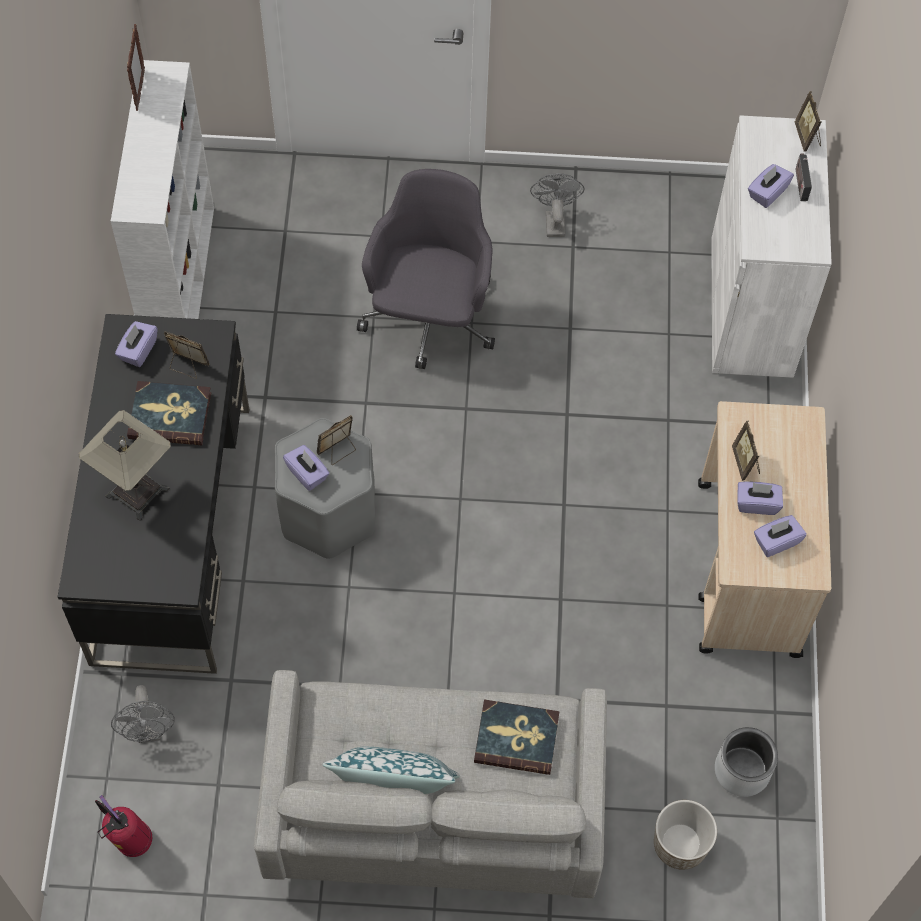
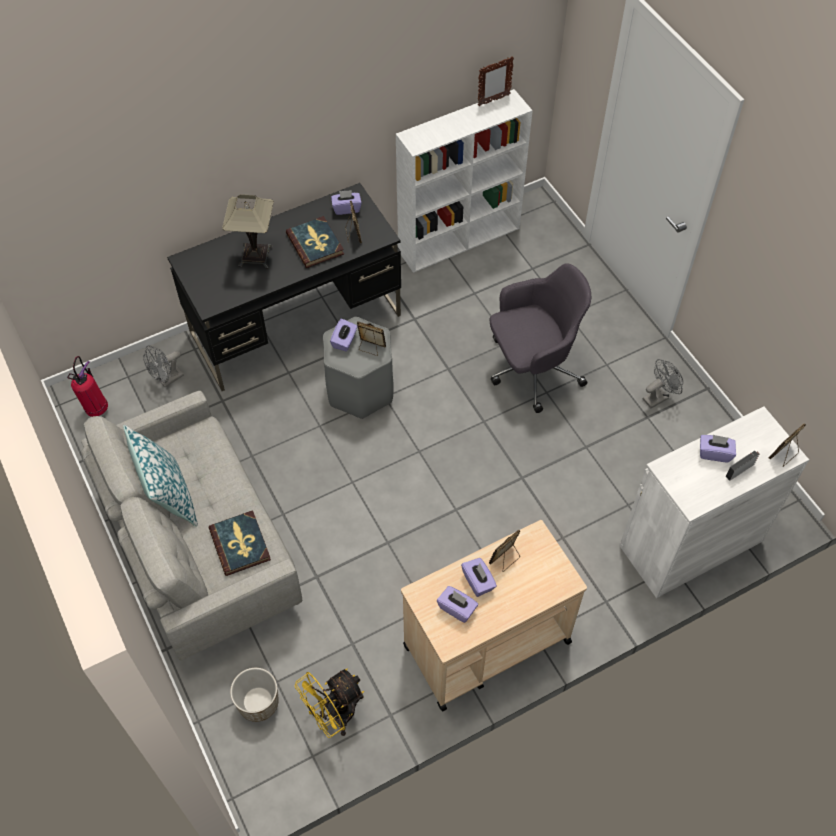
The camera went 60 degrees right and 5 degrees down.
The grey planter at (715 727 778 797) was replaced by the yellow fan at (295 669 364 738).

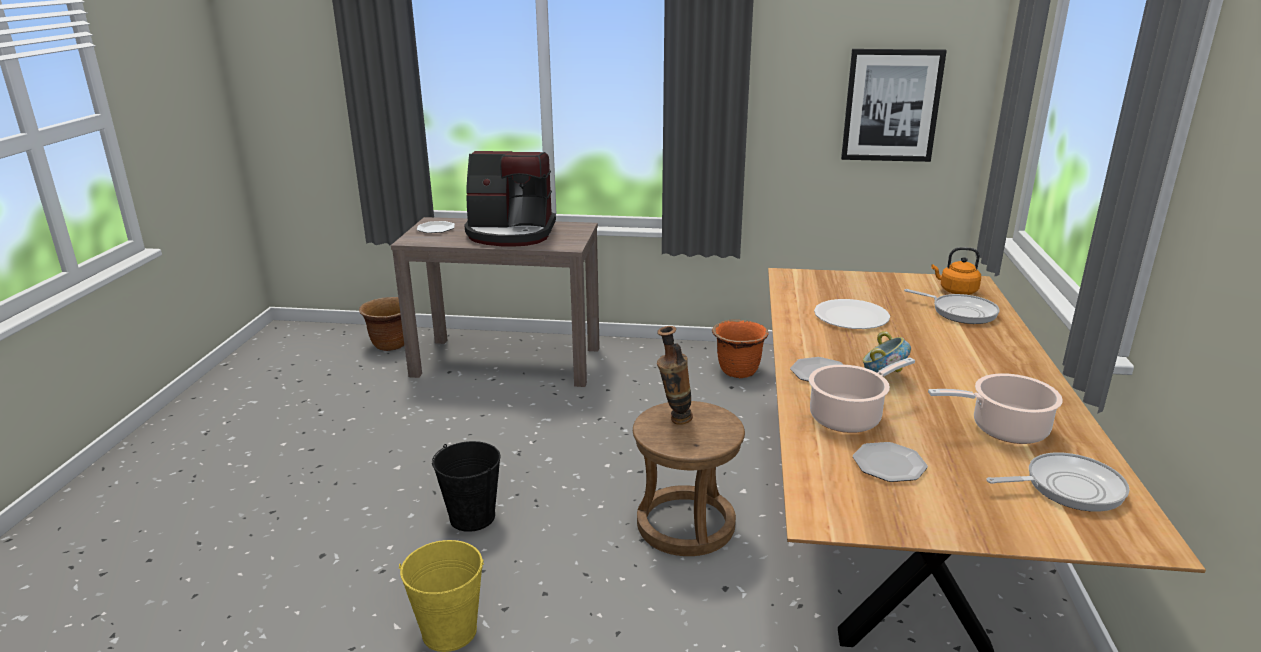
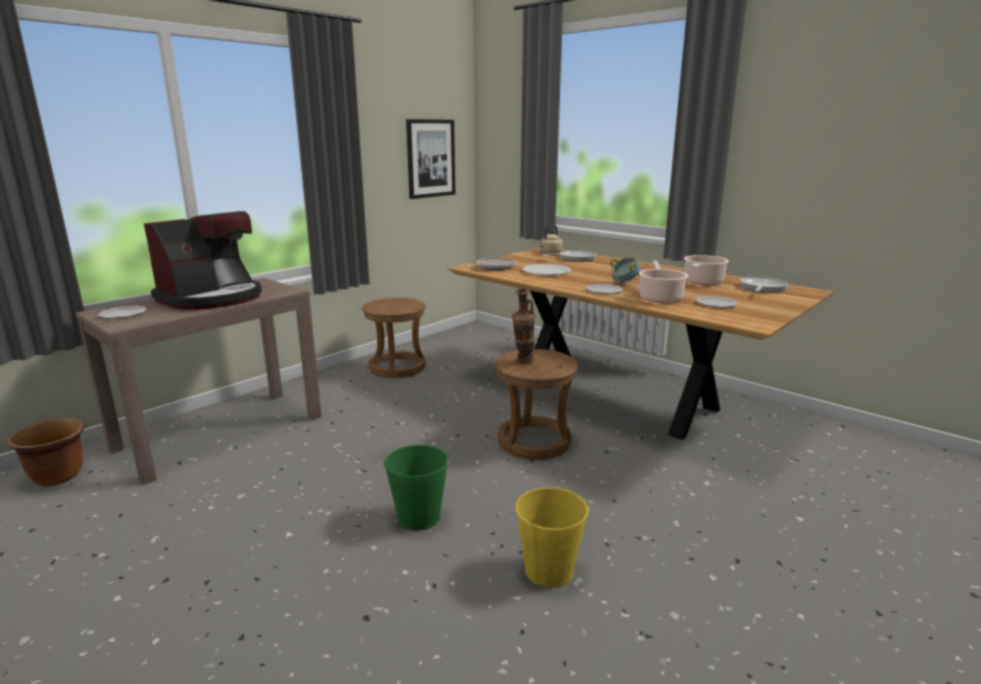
The camera went 55 degrees left and 5 degrees down.
The black bucket at (432 441 500 532) became the green bucket at (384 445 449 531).
The orange planter at (712 320 769 378) was replaced by the brown stool at (362 298 426 378).
The orange kettle at (931 247 981 295) became the beige kettle at (537 225 563 254).
The frying pan at (464 257 515 270) appeared.

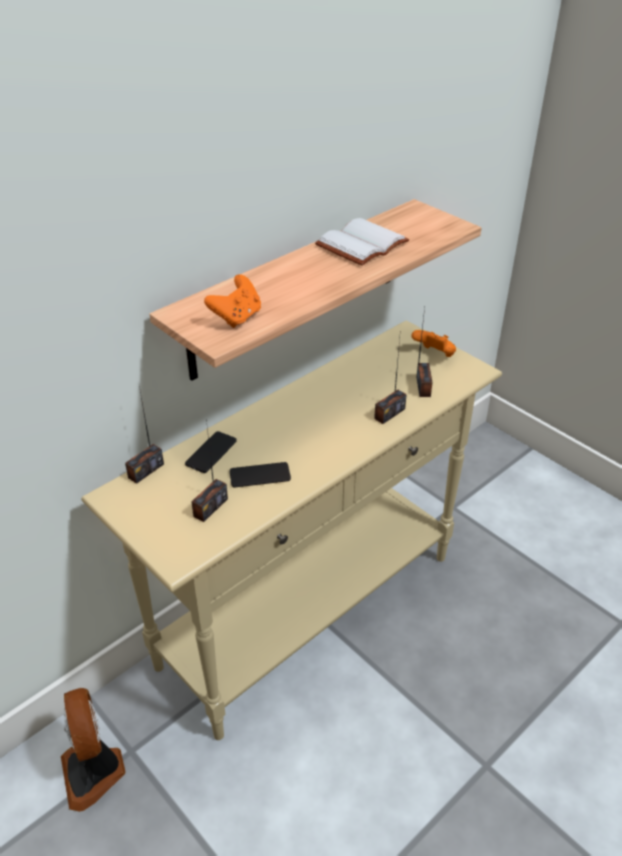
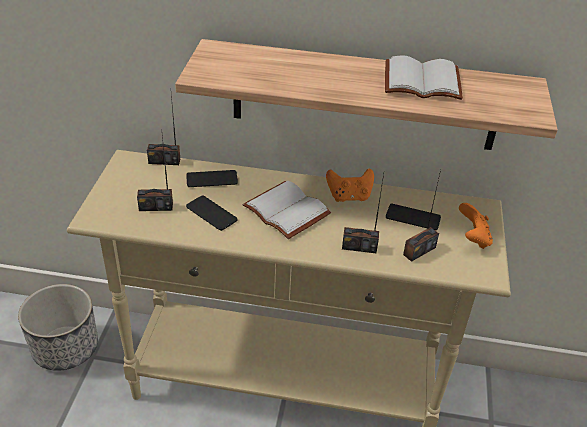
The camera went 50 degrees right and 0 degrees up.
The fan at (61 688 125 812) was replaced by the planter at (18 284 98 371).
The orange game controller moved from (204 274 261 328) to (326 168 374 202).
The white book at (243 181 331 239) appeared.
The phone at (386 204 441 230) appeared.

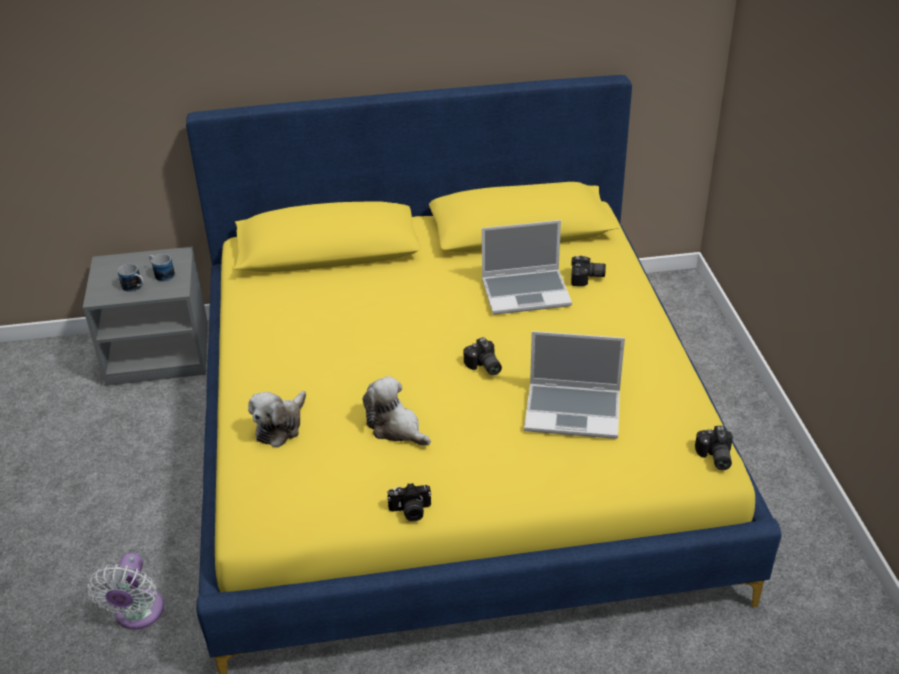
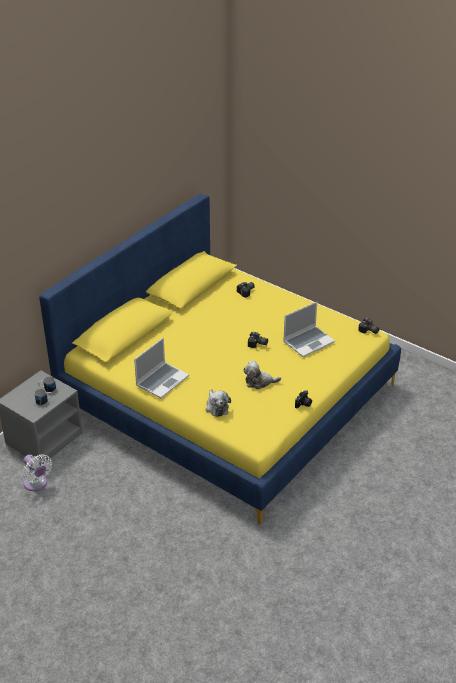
The camera went 45 degrees left and 0 degrees up.
The white fan moved from (87 553 164 629) to (23 454 52 491).
The laptop moved from (482 220 572 314) to (134 337 189 398).

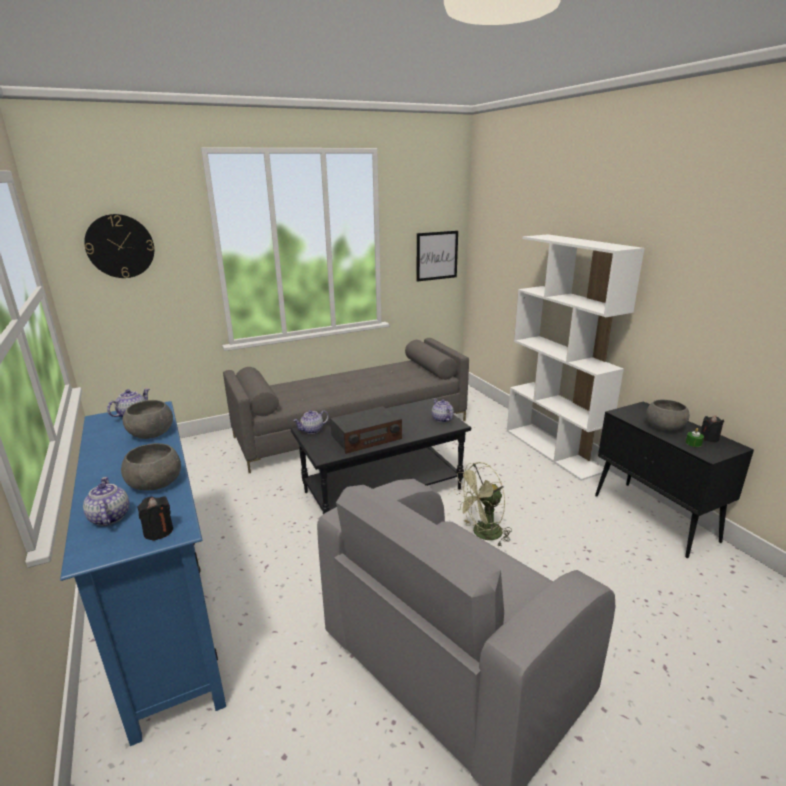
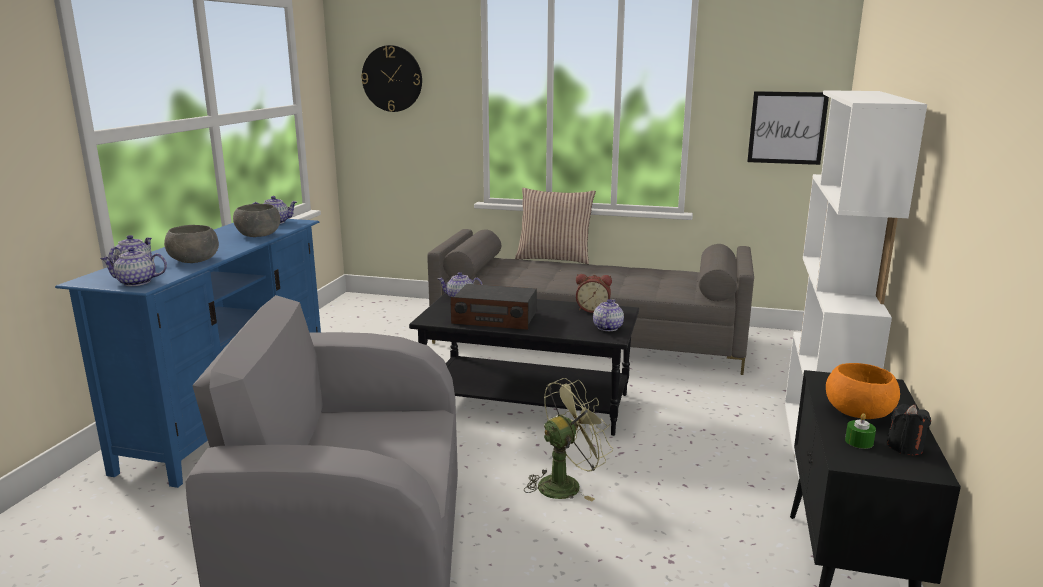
The camera went 40 degrees right and 5 degrees down.
The black candle at (137 497 173 541) was replaced by the teapot at (100 247 167 286).
The green fan at (454 462 512 547) turned 135 degrees clockwise.
The grey bowl at (646 400 690 431) became the orange bowl at (826 363 900 419).
The pillow at (515 188 596 264) appeared.
The alarm clock at (576 274 612 313) appeared.

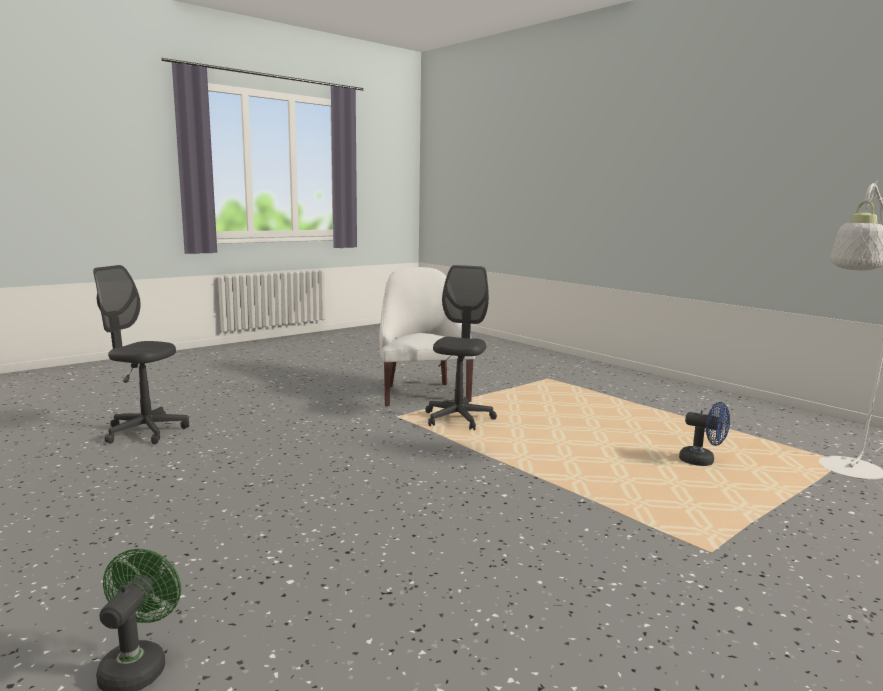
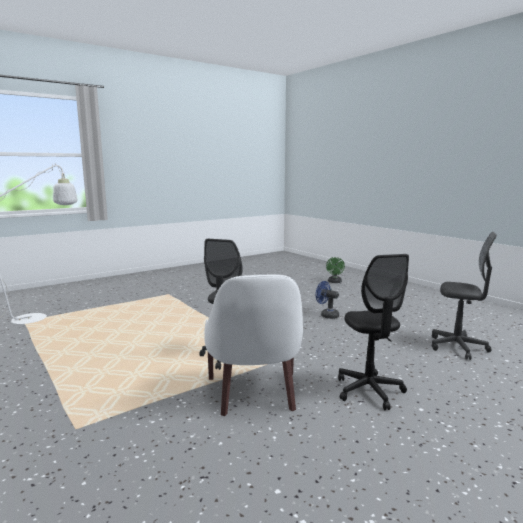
The camera went 175 degrees left and 0 degrees up.
The blue fan moved from (679 402 730 466) to (316 281 339 319).
The black office chair at (338 254 409 410) appeared.

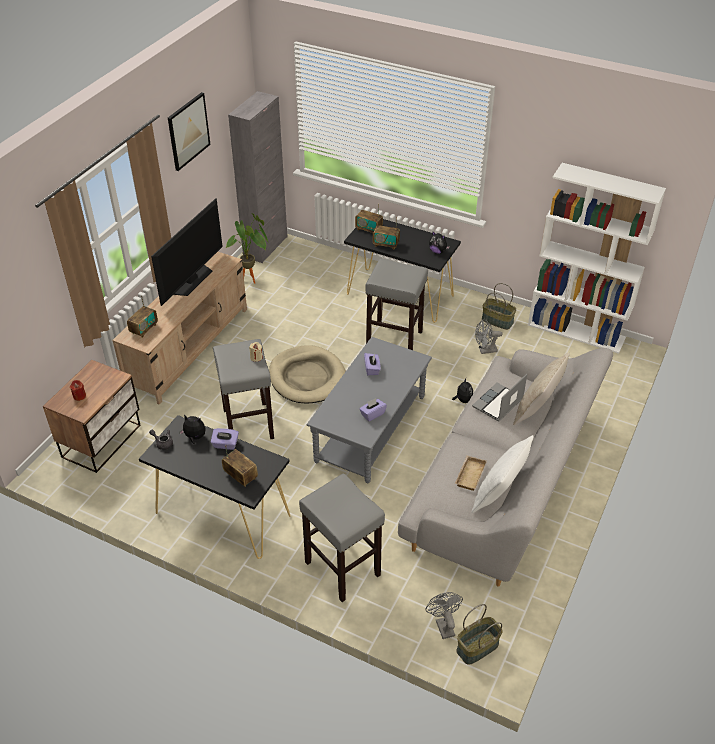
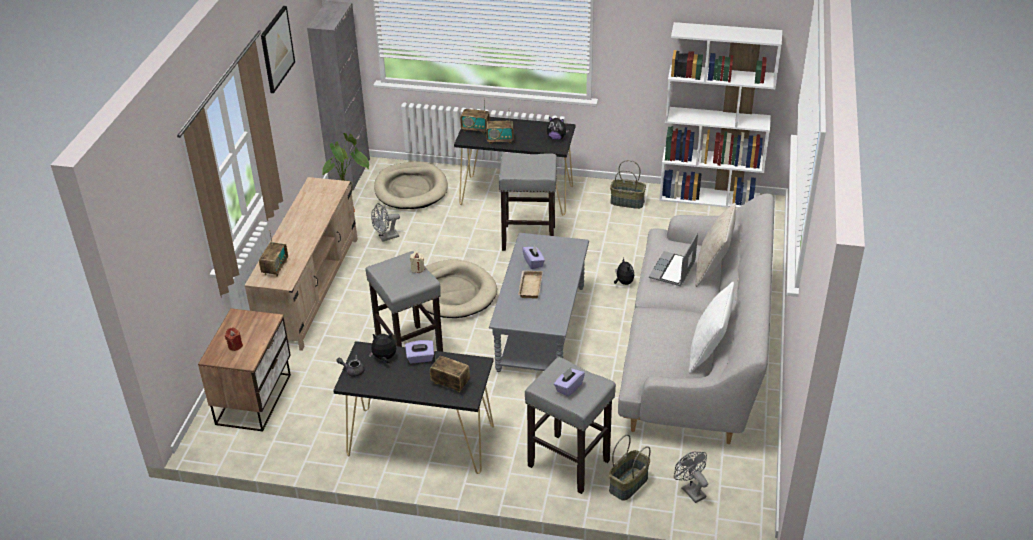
The camera went 15 degrees left and 5 degrees down.
The television at (151 198 223 306) disappeared.
The purple tissue box moved from (359 398 387 421) to (554 367 585 397).
The beige tray moved from (455 456 487 491) to (518 270 543 299).
The basket moved from (456 604 503 665) to (609 434 650 501).
The grey fan moved from (475 319 502 354) to (371 203 400 242).
The beige dog bed at (374 162 448 209) appeared.

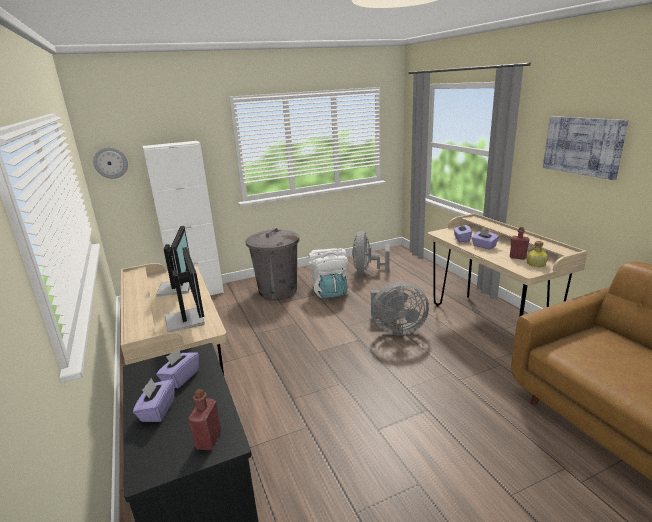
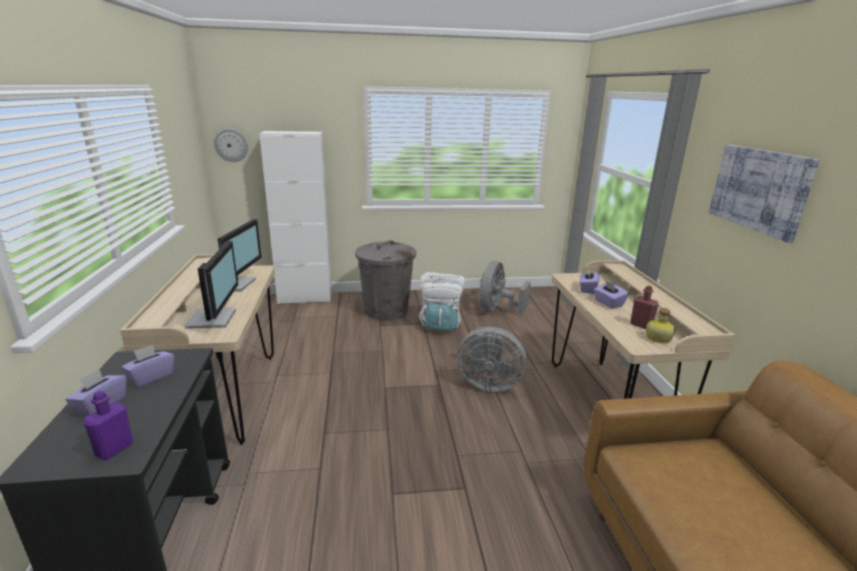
The camera went 15 degrees right and 0 degrees up.
The red bottle at (188 389 221 450) became the purple bottle at (83 390 133 460).

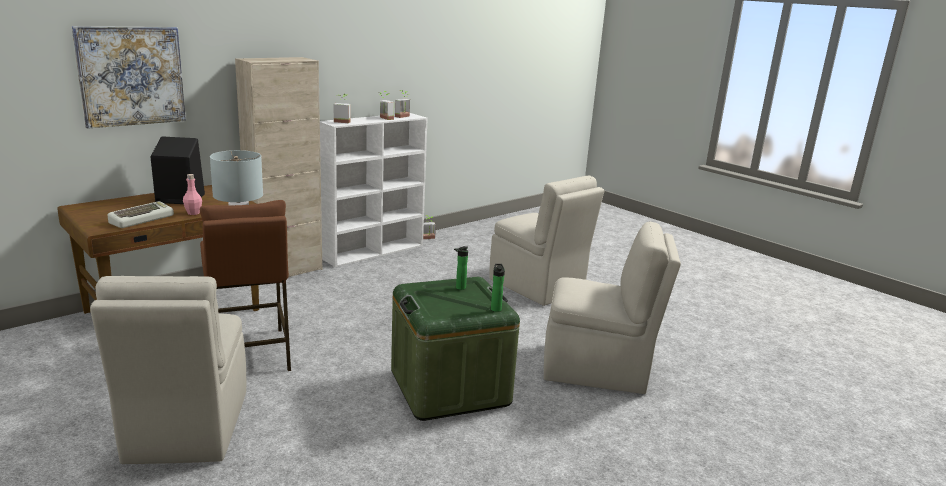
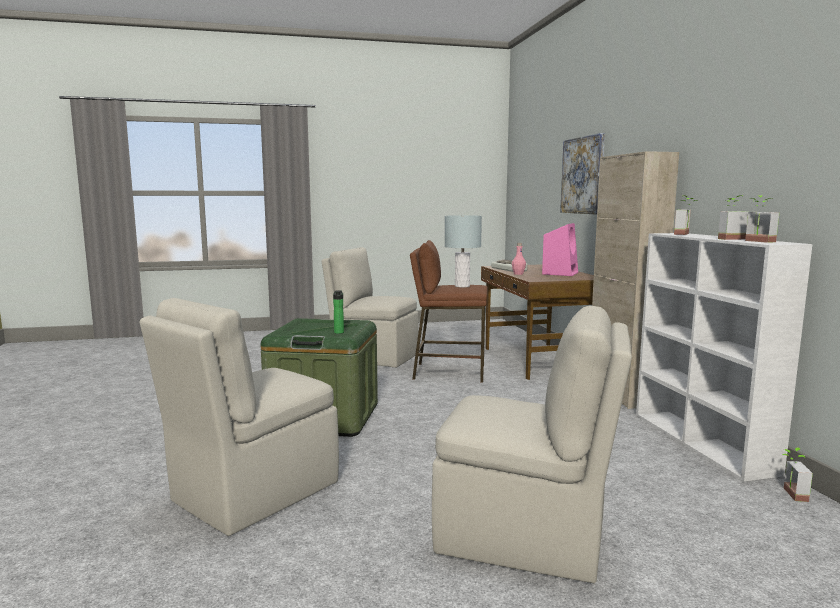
The camera went 120 degrees right and 10 degrees down.
The black speaker at (151 136 205 204) became the pink speaker at (542 223 578 276).
The beige chair at (490 176 604 306) turned 150 degrees counterclockwise.
The bottle at (491 264 505 312) disappeared.

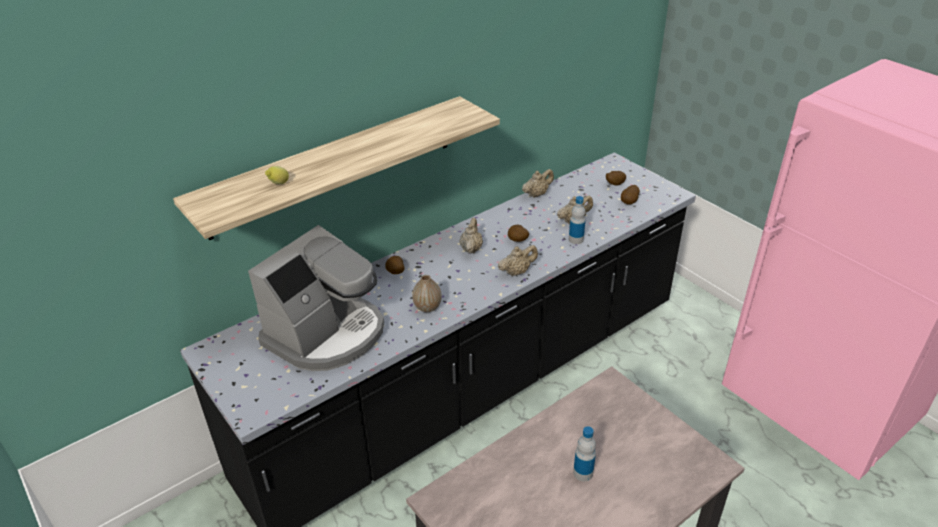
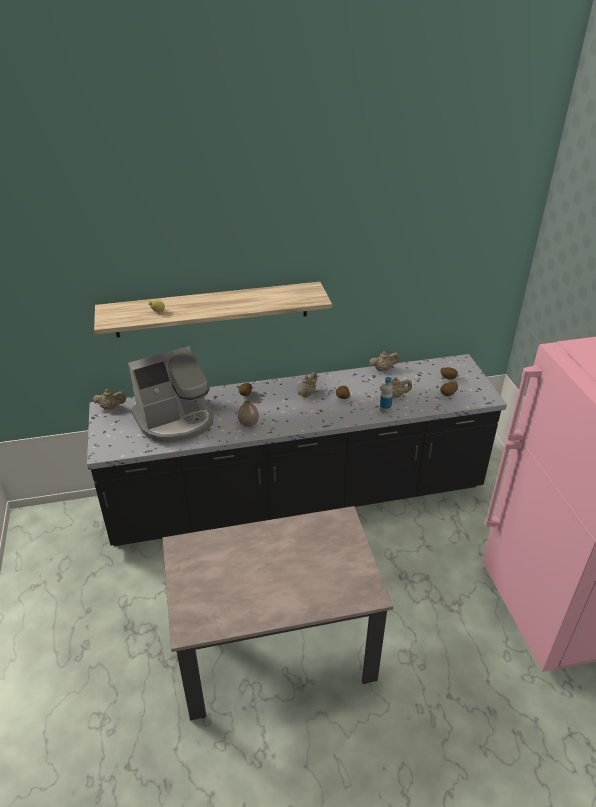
The camera went 25 degrees right and 0 degrees up.
The beige teapot moved from (498 245 538 276) to (93 389 126 410).
The bottle at (573 426 596 481) disappeared.

